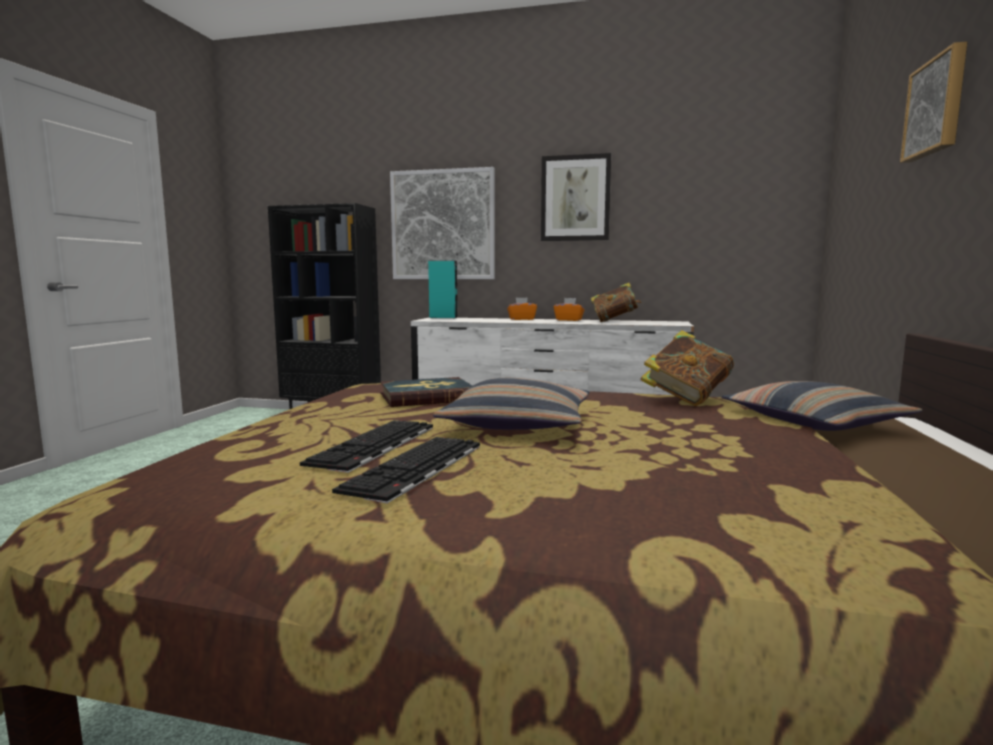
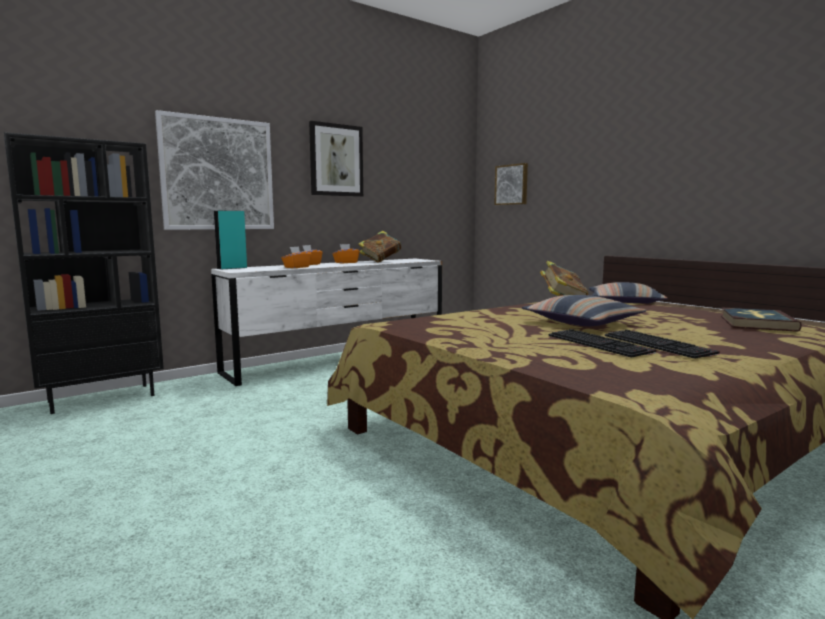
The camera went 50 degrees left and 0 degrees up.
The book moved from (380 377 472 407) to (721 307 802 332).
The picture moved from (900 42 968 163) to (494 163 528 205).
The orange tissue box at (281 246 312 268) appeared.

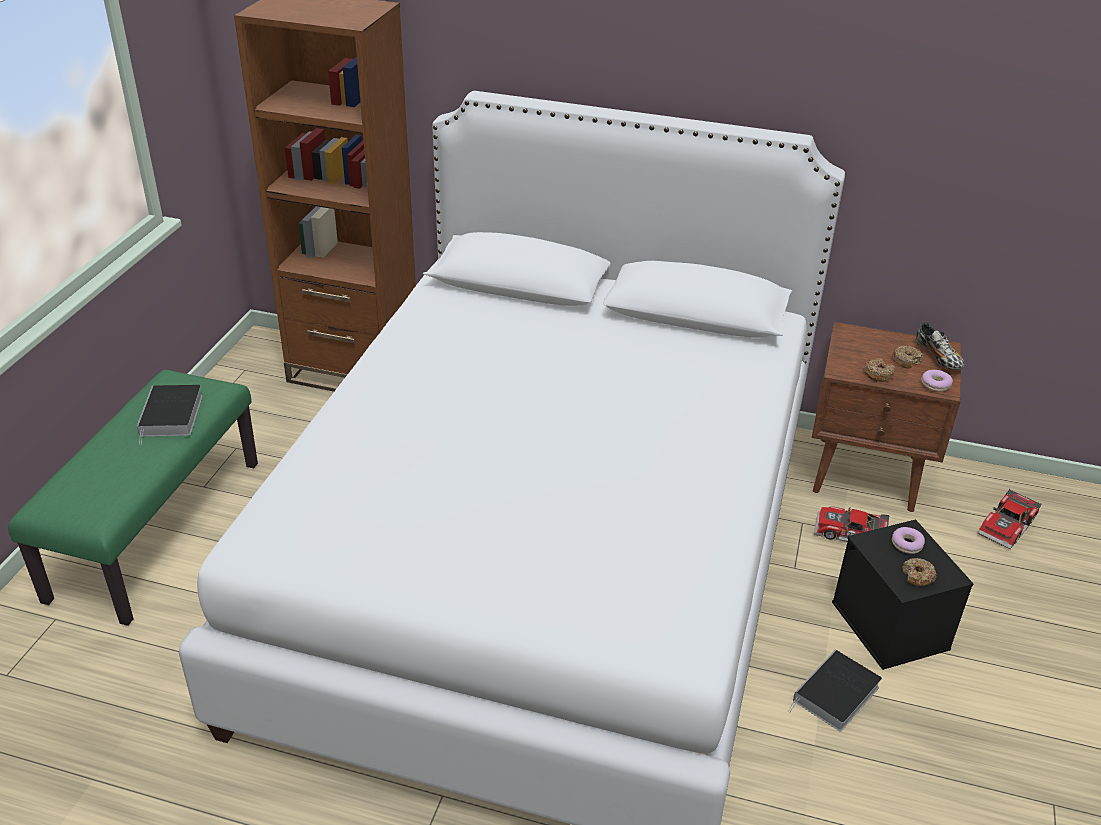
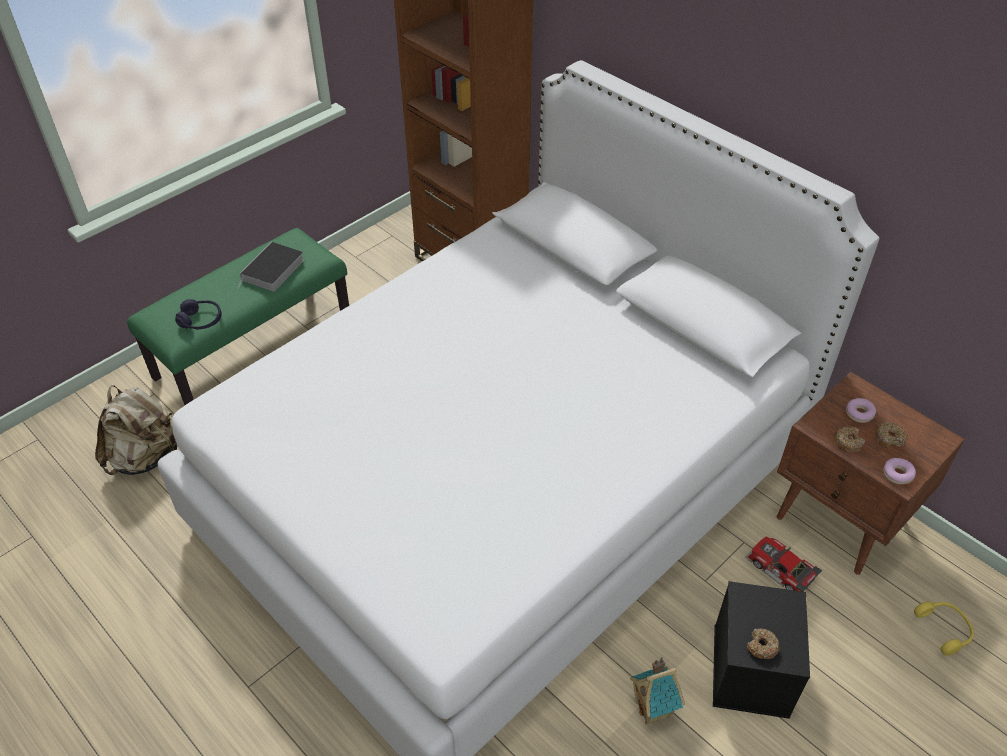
The camera went 30 degrees right and 10 degrees up.
The book at (788 649 882 732) was replaced by the toy house at (630 657 685 725).
The donut moved from (892 527 925 554) to (846 398 876 423).
The shoe at (916 322 965 370) disappeared.
The toy car at (978 489 1042 549) was replaced by the yellow headphones at (914 601 974 656).
The beige backpack at (95 385 177 475) appeared.
The purple headphones at (175 299 222 330) appeared.

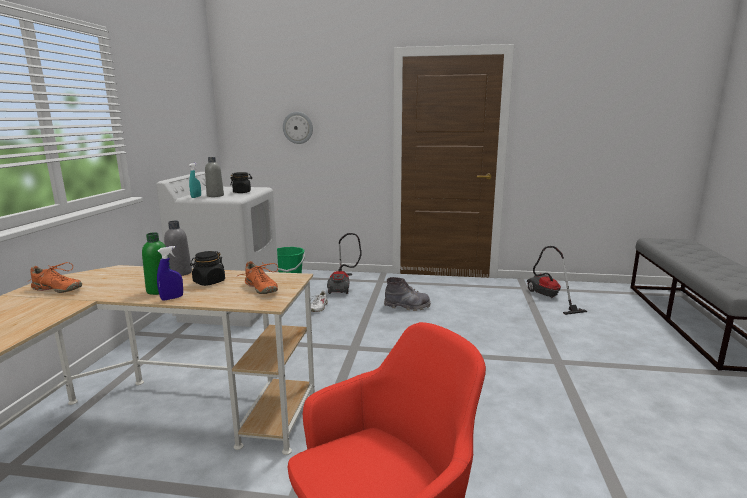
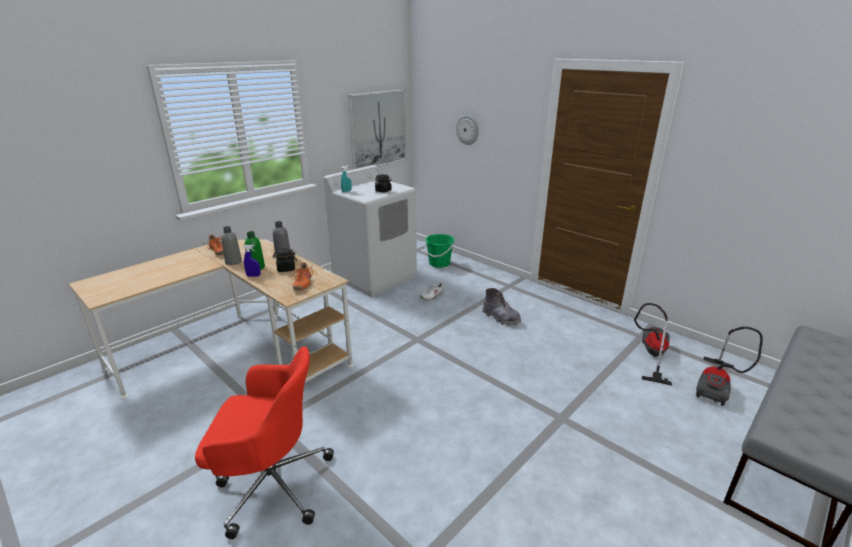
The camera went 35 degrees right and 10 degrees up.
The grey bottle moved from (205 157 224 197) to (221 226 242 265).
The vacuum cleaner moved from (327 233 362 294) to (696 326 763 406).
The picture at (348 90 407 170) appeared.

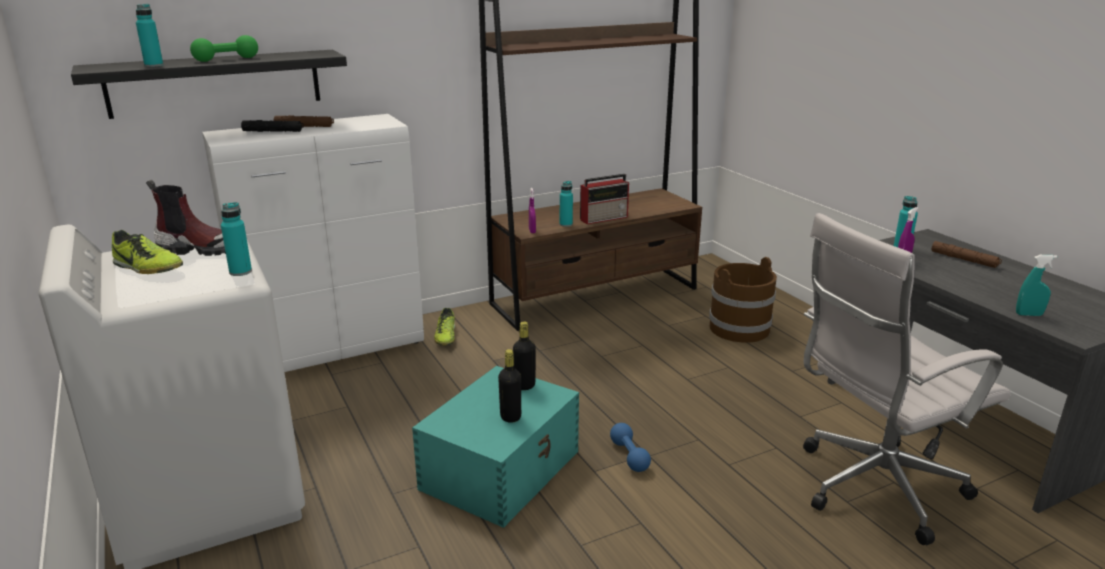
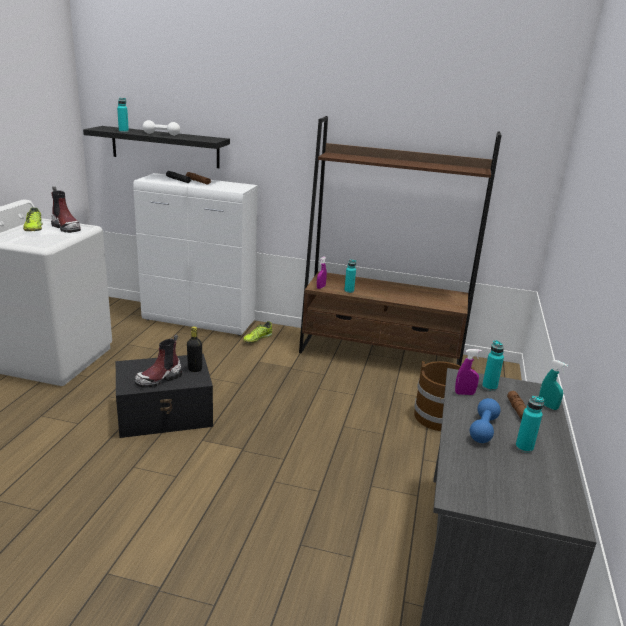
The camera went 40 degrees right and 0 degrees up.
The green dumbbell at (190 35 258 62) became the white dumbbell at (143 120 180 135).
The turquoise bottle moved from (221 202 252 276) to (515 396 545 453).
The turquoise storage box at (412 366 579 528) became the black storage box at (116 354 213 438).
The black bottle at (498 349 521 423) was replaced by the boot at (134 335 182 388).
The radio at (580 174 629 224) disappeared.
The blue dumbbell moved from (610 423 651 472) to (470 398 500 443).
The white office chair at (803 213 1011 545) disappeared.
The turquoise spray bottle moved from (1016 255 1057 316) to (539 360 568 410).

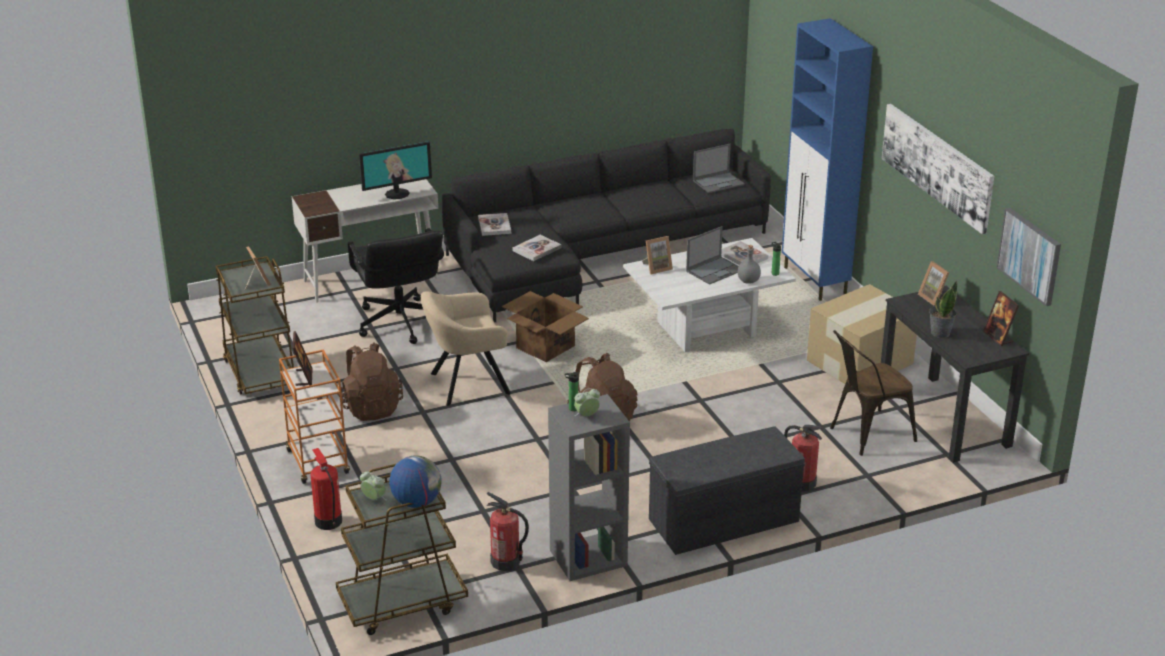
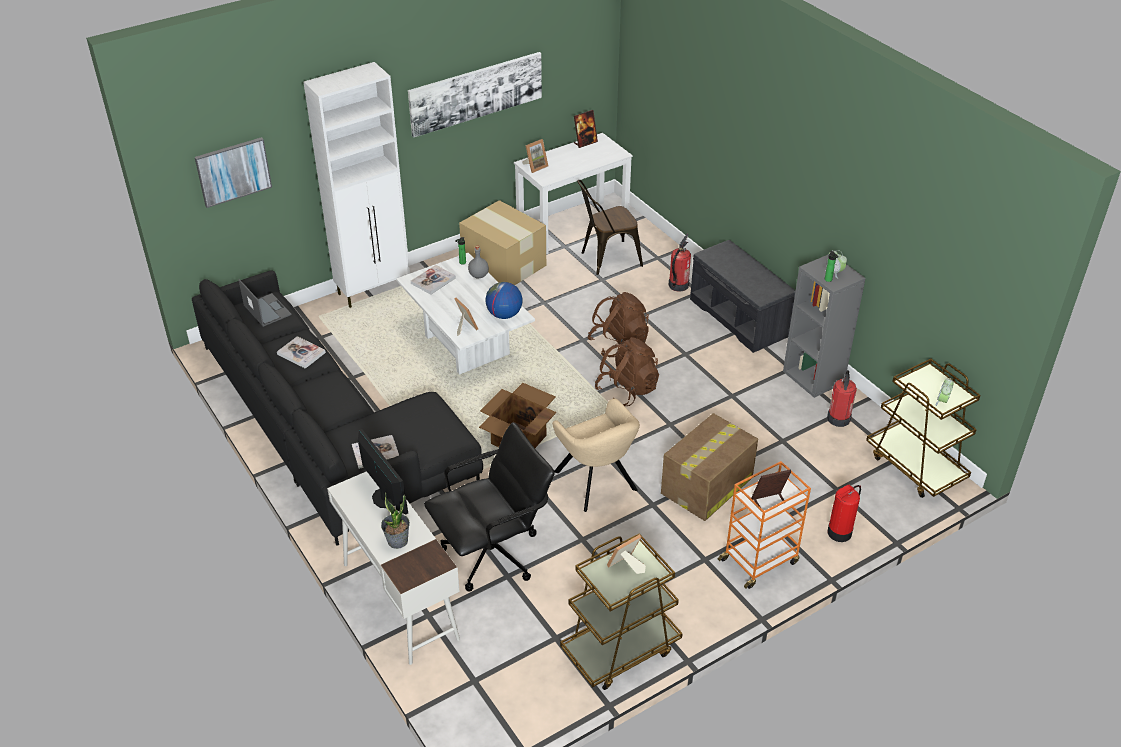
The camera went 100 degrees left and 10 degrees up.
The brown backpack moved from (338 343 403 421) to (588 292 649 357).
The globe moved from (389 456 442 508) to (485 282 523 319).
The book moved from (512 235 561 261) to (277 336 326 369).
The laptop at (686 226 739 285) disappeared.
The blue cabinet at (782 18 873 301) became the white cabinet at (303 62 410 308).
The brown chair at (830 330 917 456) turned 105 degrees clockwise.
The black desk at (881 286 1029 463) became the white desk at (514 133 633 254).
The potted plant moved from (929 281 957 338) to (381 492 410 549).
The picture moved from (997 208 1061 306) to (195 137 272 208).
The cardboard box at (661 413 758 521) appeared.

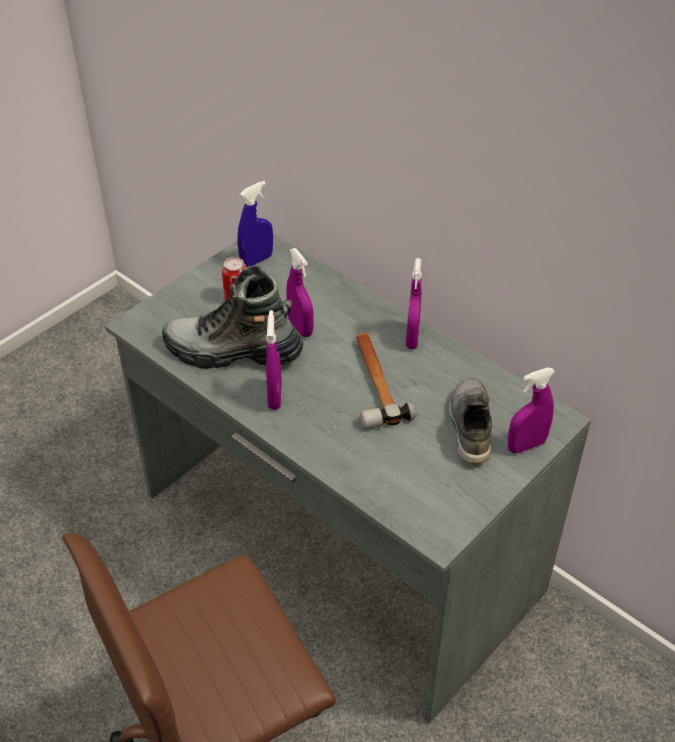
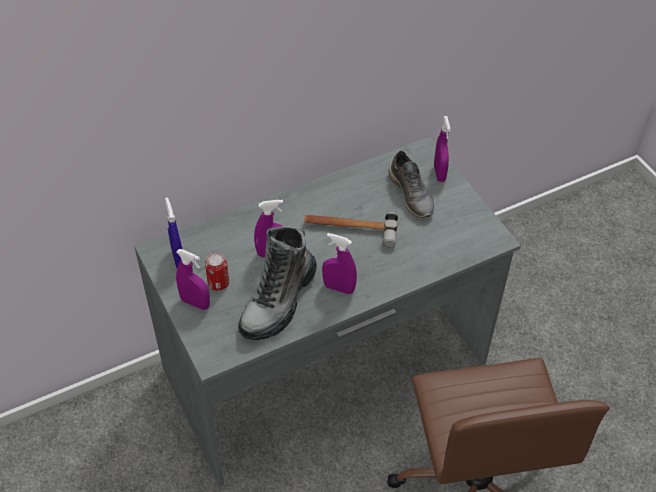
The camera went 70 degrees left and 5 degrees up.
The purple spray bottle moved from (406 258 422 349) to (176 249 210 310).
The grey shoe at (449 378 492 464) turned 135 degrees counterclockwise.

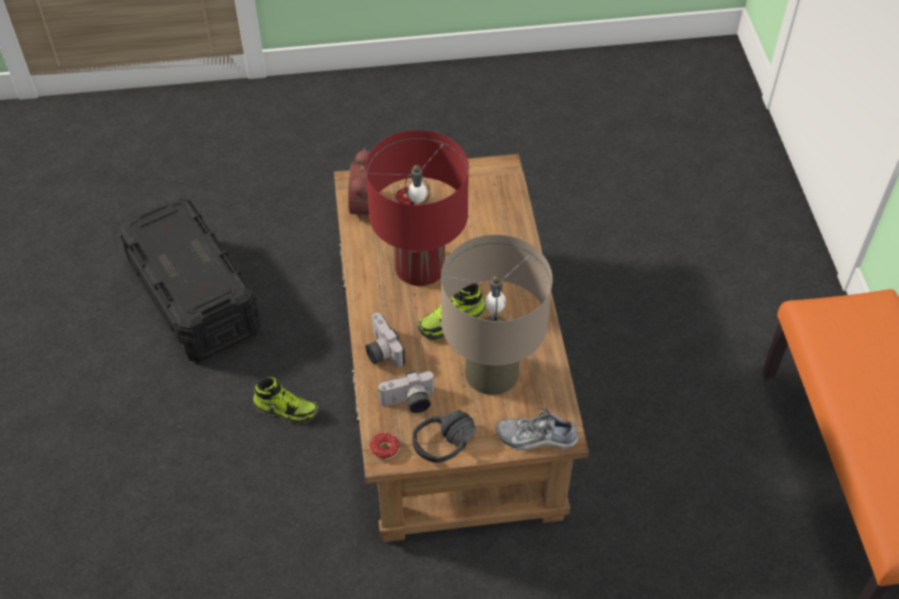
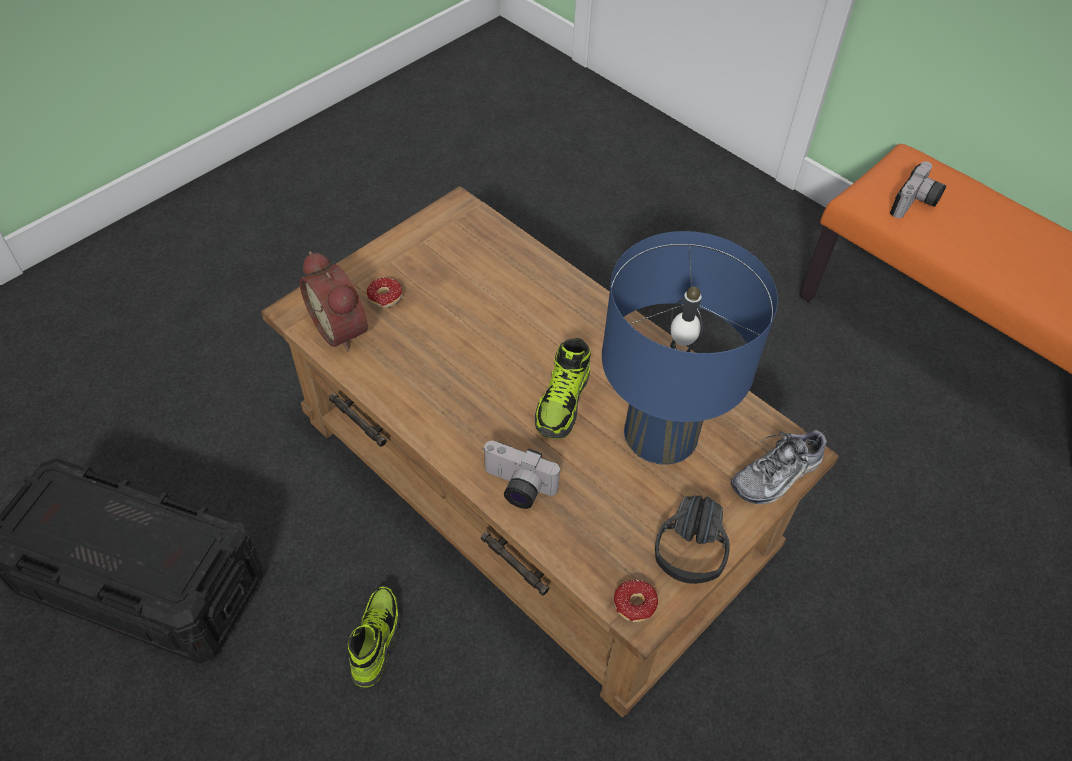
The camera went 40 degrees left and 0 degrees up.
The shoe at (253 377 319 423) turned 60 degrees counterclockwise.
The red table lamp at (365 130 469 286) disappeared.
The photo camera moved from (378 371 434 413) to (890 161 946 218).
The beige table lamp at (441 235 553 395) became the blue table lamp at (602 231 778 465).

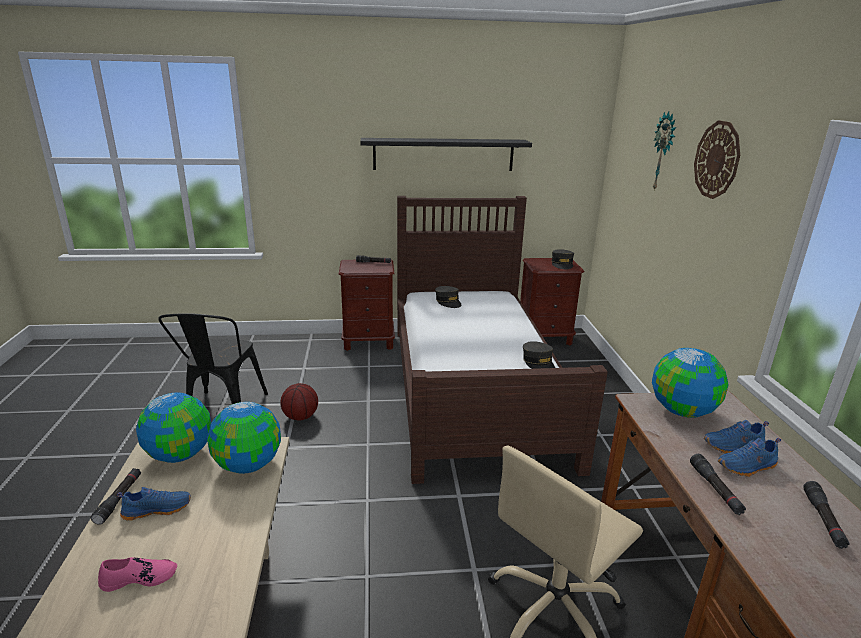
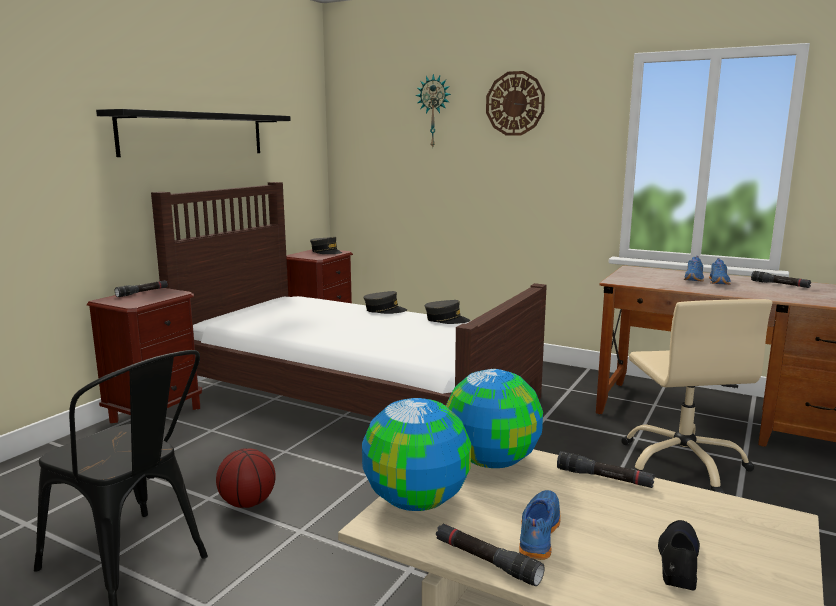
The camera went 55 degrees left and 10 degrees down.
The pink shoe at (98 557 177 592) became the black shoe at (658 520 700 591).
The grey cap moved from (435 286 461 308) to (364 291 407 314).
The globe at (652 348 729 418) disappeared.
The black flashlight moved from (690 454 746 515) to (557 451 655 488).

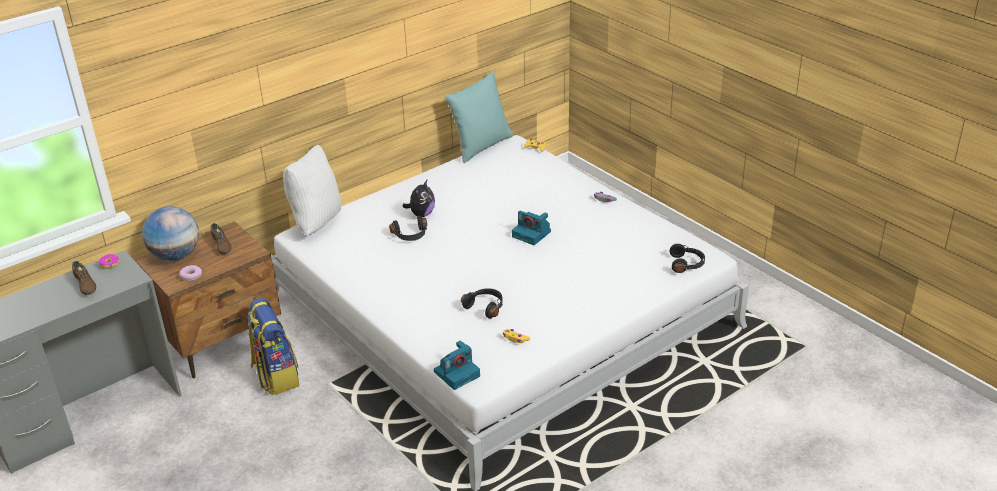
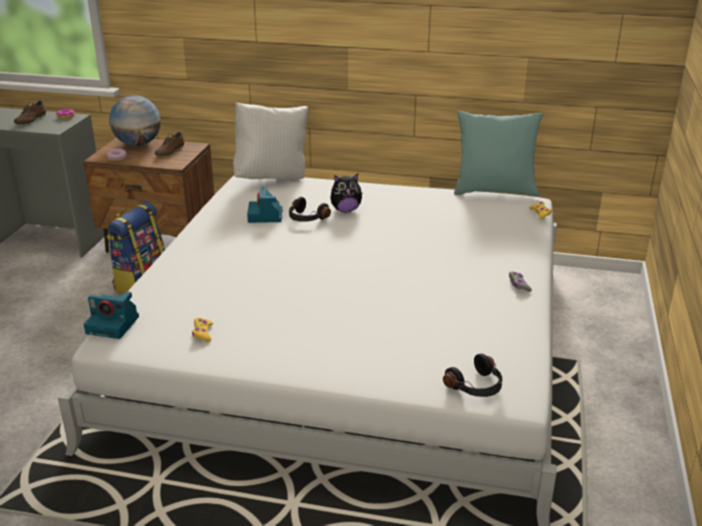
The camera went 50 degrees right and 5 degrees down.
The black headphones at (461 288 503 319) disappeared.
The photo camera moved from (512 211 551 245) to (247 186 283 223).

